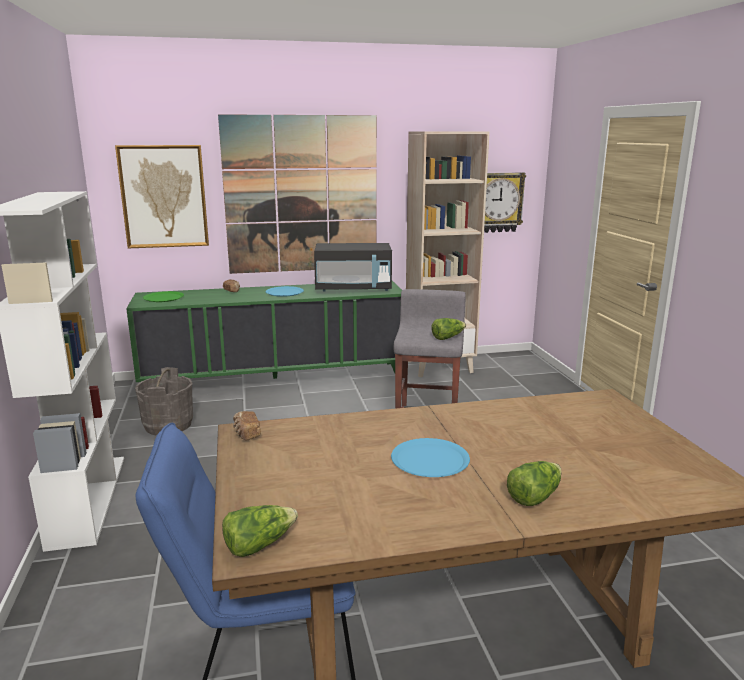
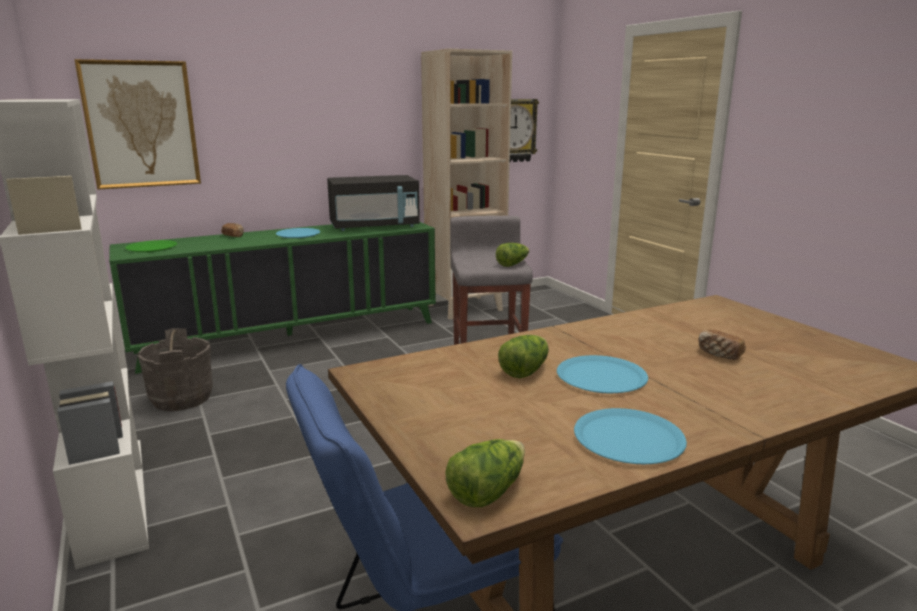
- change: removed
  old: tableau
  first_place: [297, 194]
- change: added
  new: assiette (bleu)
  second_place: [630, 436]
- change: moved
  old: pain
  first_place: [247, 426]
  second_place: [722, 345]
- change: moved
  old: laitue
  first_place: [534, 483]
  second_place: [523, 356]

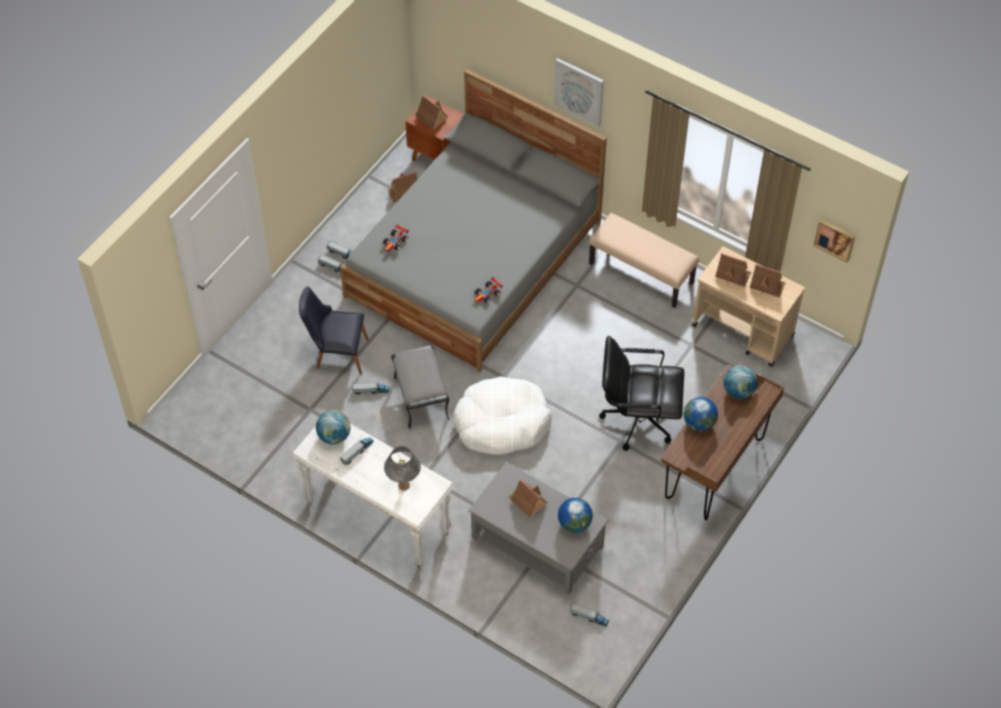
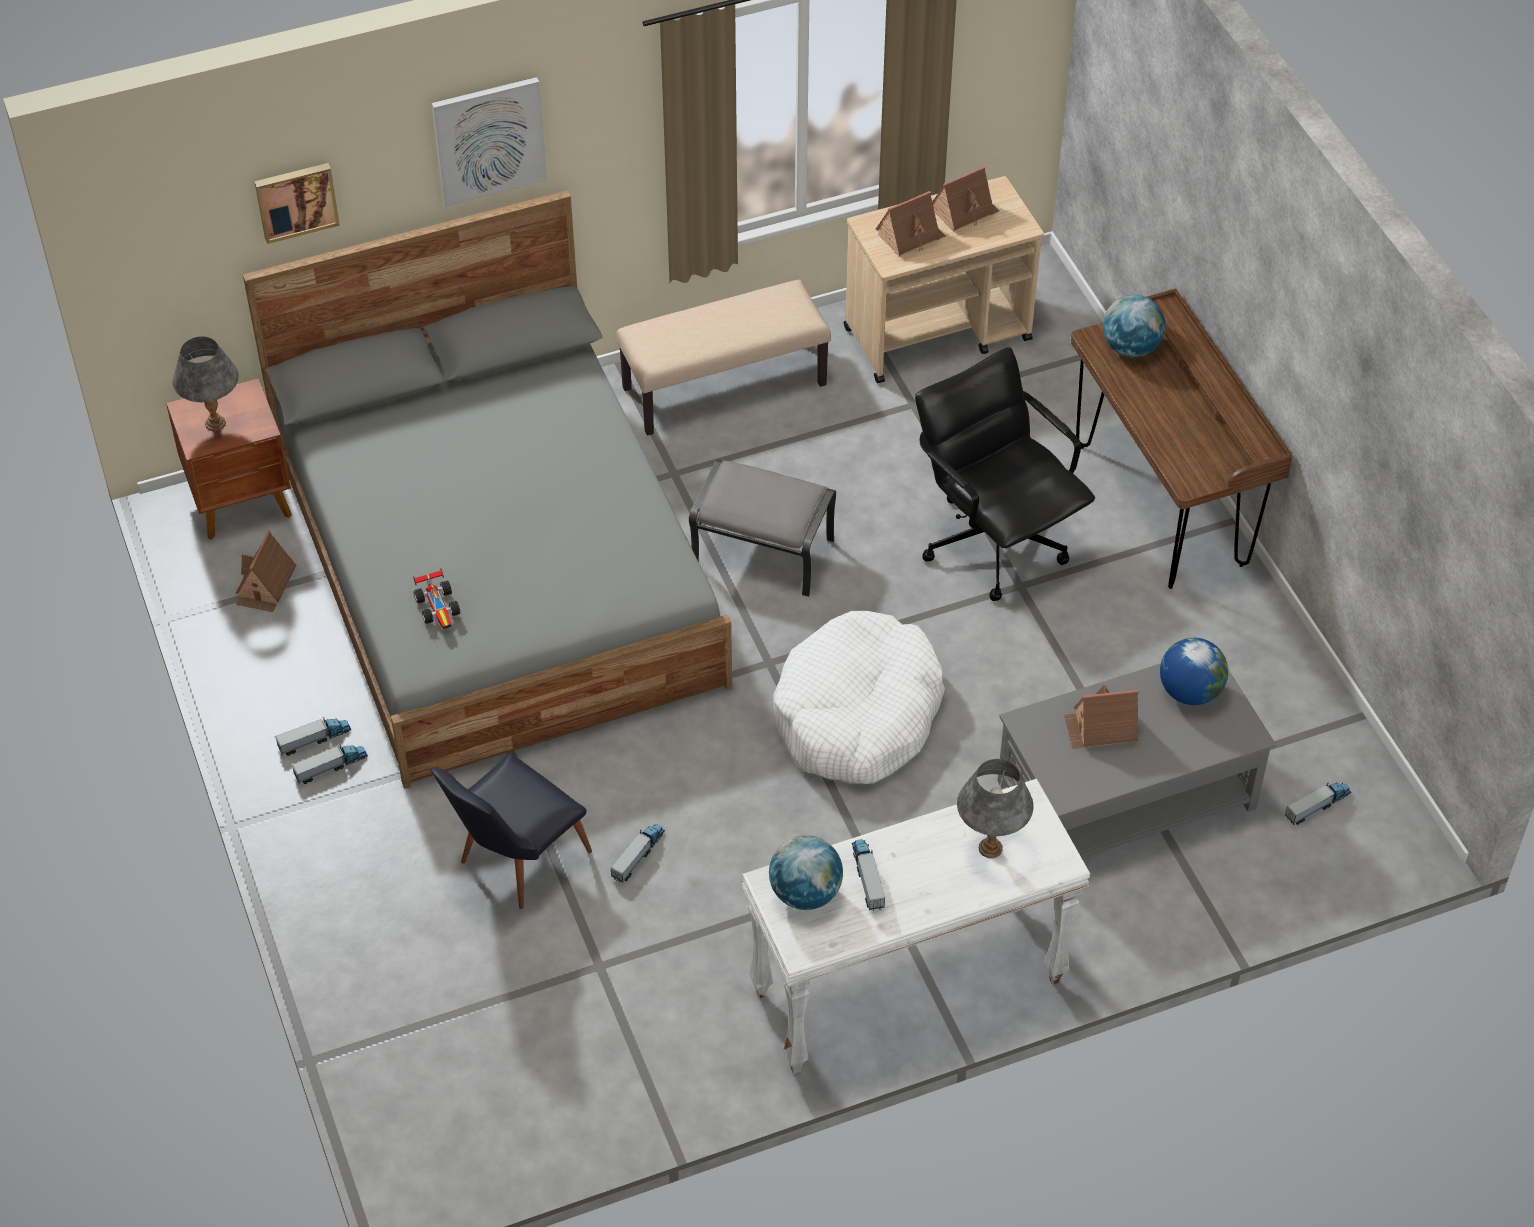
- change: removed
  old: petite voiture
  first_place: [488, 290]
- change: removed
  old: globe
  first_place: [701, 414]
- change: moved
  old: pouf (gris)
  first_place: [420, 387]
  second_place: [762, 528]
- change: moved
  old: tableau
  first_place: [834, 240]
  second_place: [297, 203]
- change: replaced
  old: maison miniature
  new: lampe de table (gris)
  first_place: [431, 112]
  second_place: [206, 383]
- change: turned
  old: chaise de bureau (noir)
  first_place: [641, 393]
  second_place: [1005, 474]
  degrees: 105

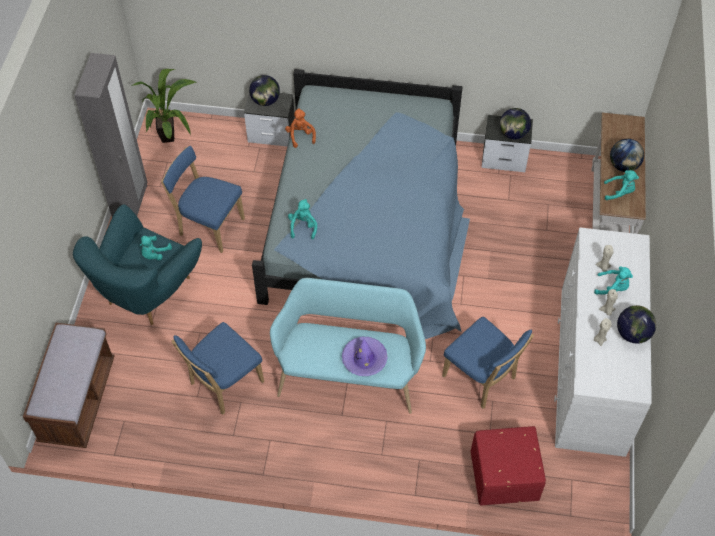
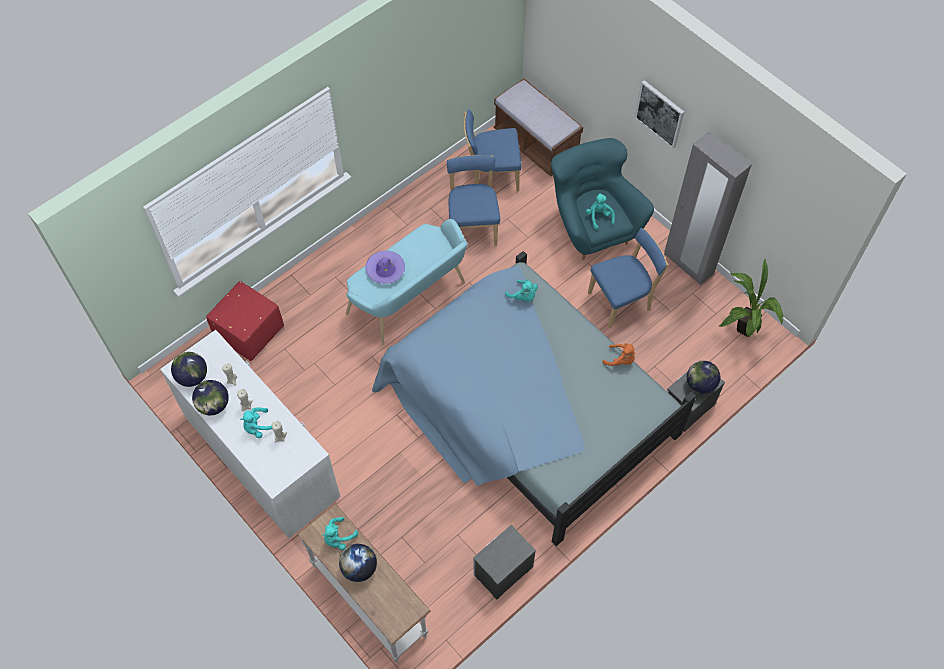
- change: added
  new: tableau
  second_place: [659, 114]
- change: moved
  old: chaise (bleu)
  first_place: [488, 363]
  second_place: [493, 150]
- change: moved
  old: globe
  first_place: [515, 123]
  second_place: [189, 369]

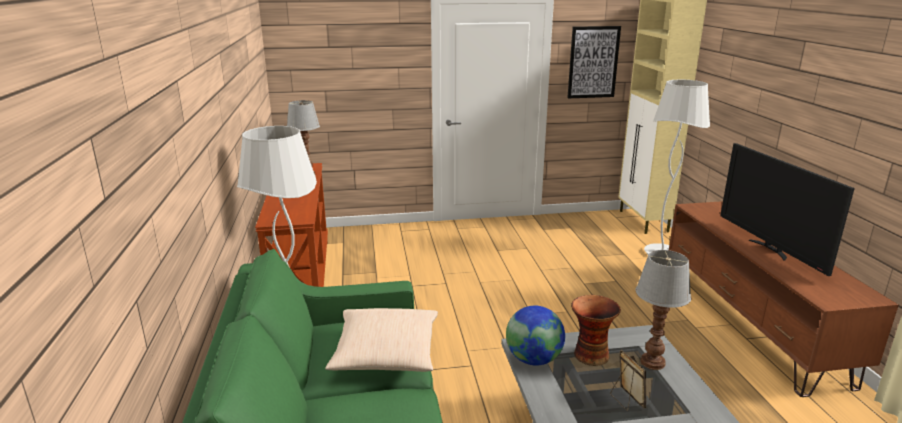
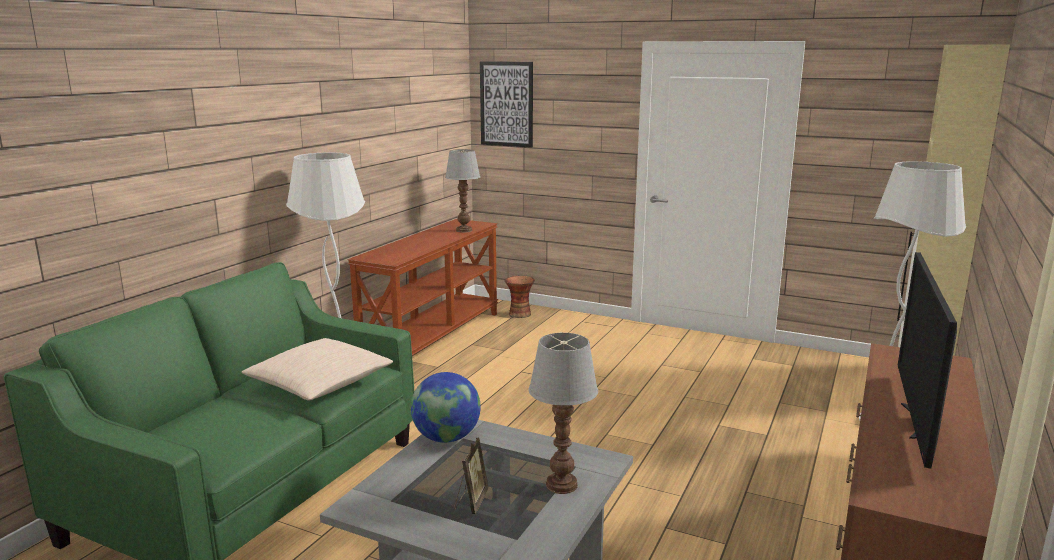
- change: moved
  old: tableau
  first_place: [594, 62]
  second_place: [506, 104]
- change: moved
  old: vase
  first_place: [596, 330]
  second_place: [519, 297]

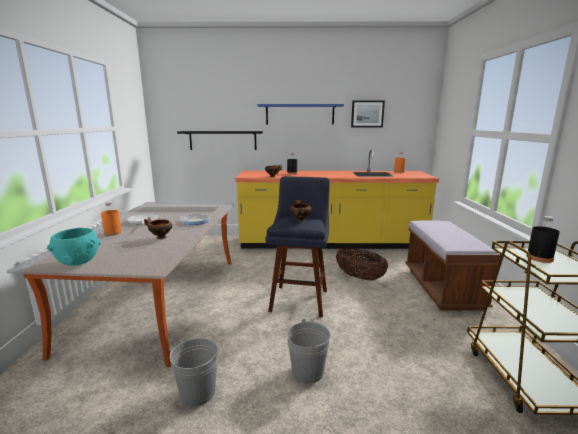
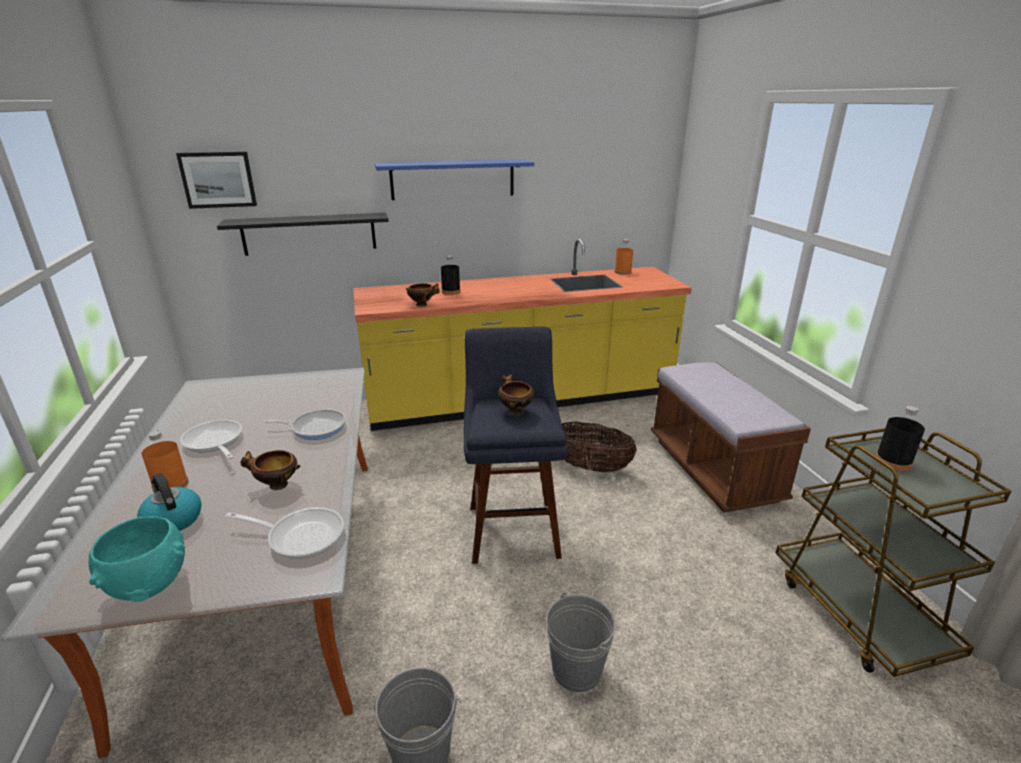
- change: added
  new: bouilloire
  second_place: [169, 502]
- change: added
  new: poêle
  second_place: [284, 533]
- change: moved
  old: tableau
  first_place: [368, 113]
  second_place: [216, 180]

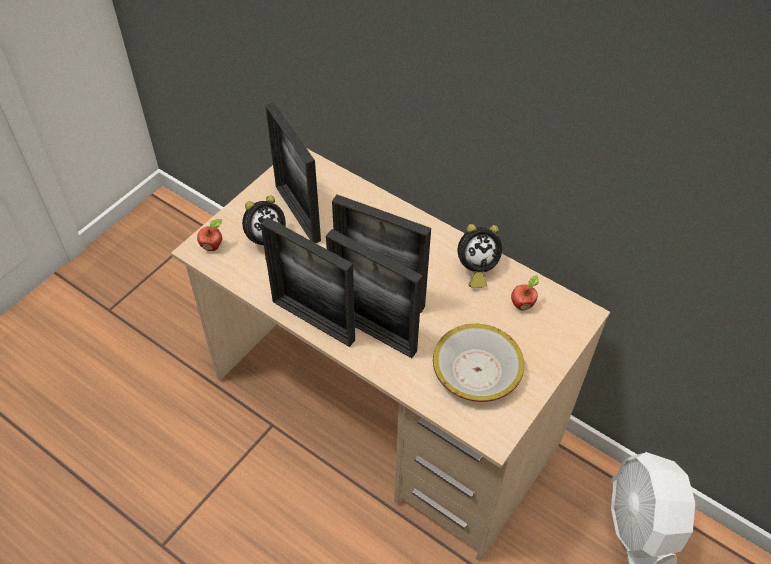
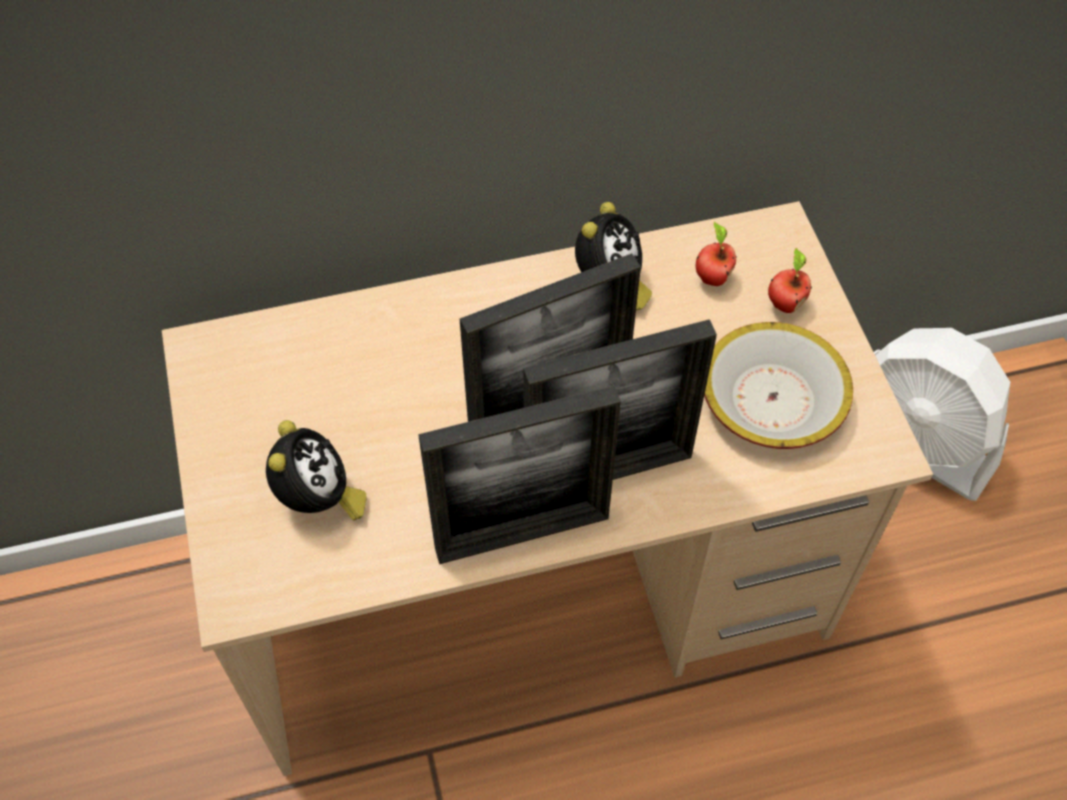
- change: removed
  old: cadre photo
  first_place: [293, 172]
- change: moved
  old: pomme
  first_place: [209, 235]
  second_place: [790, 280]

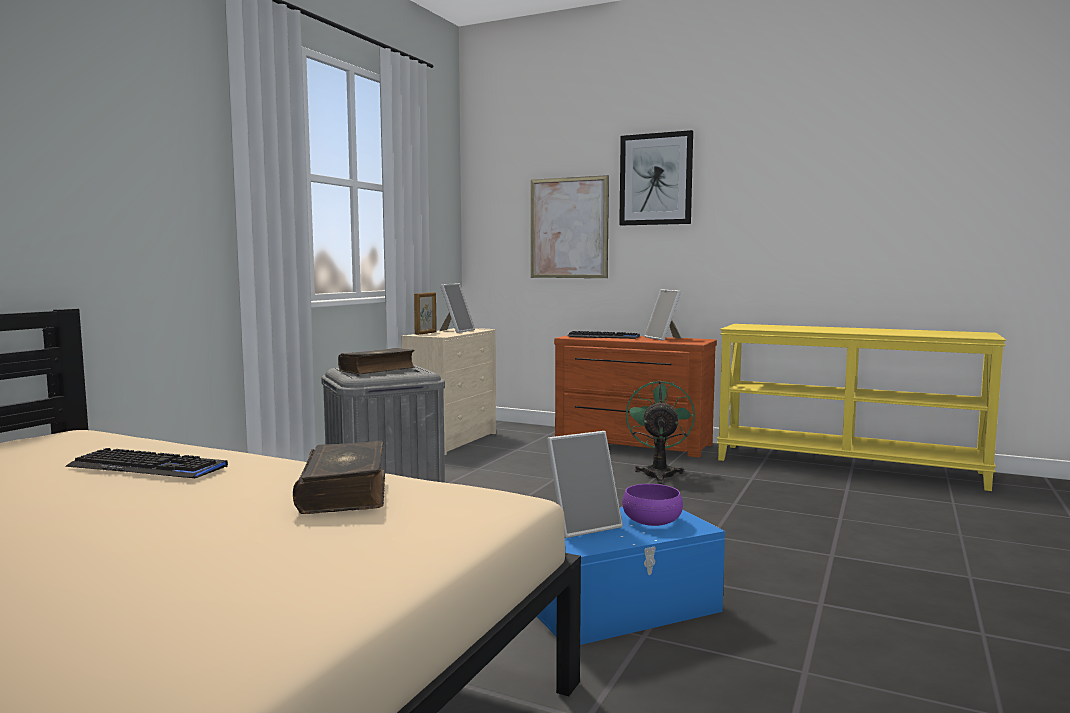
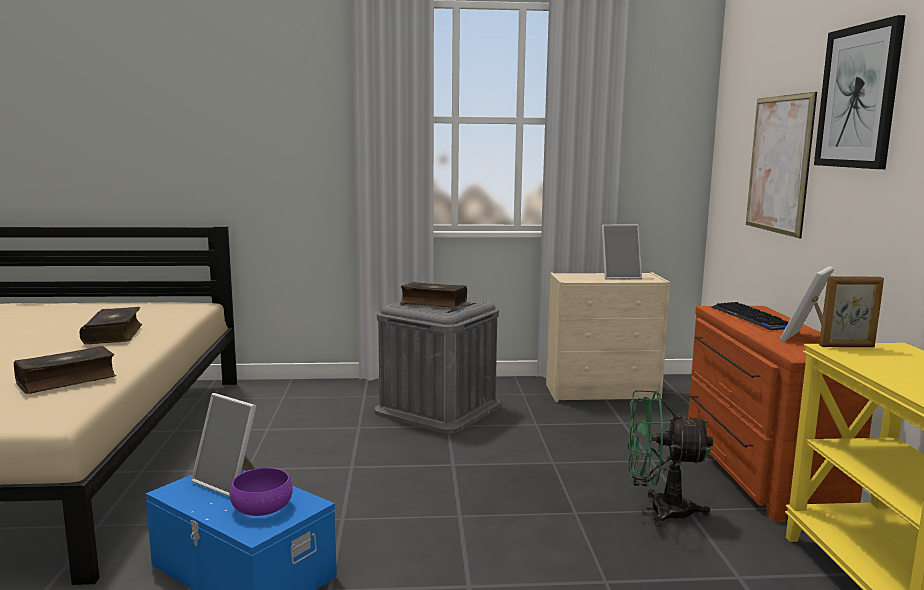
- change: moved
  old: cadre photo
  first_place: [425, 313]
  second_place: [851, 311]
- change: replaced
  old: clavier
  new: livre
  first_place: [146, 463]
  second_place: [110, 325]
- change: turned
  old: ventilateur (vert)
  first_place: [660, 432]
  second_place: [670, 458]
  degrees: -150

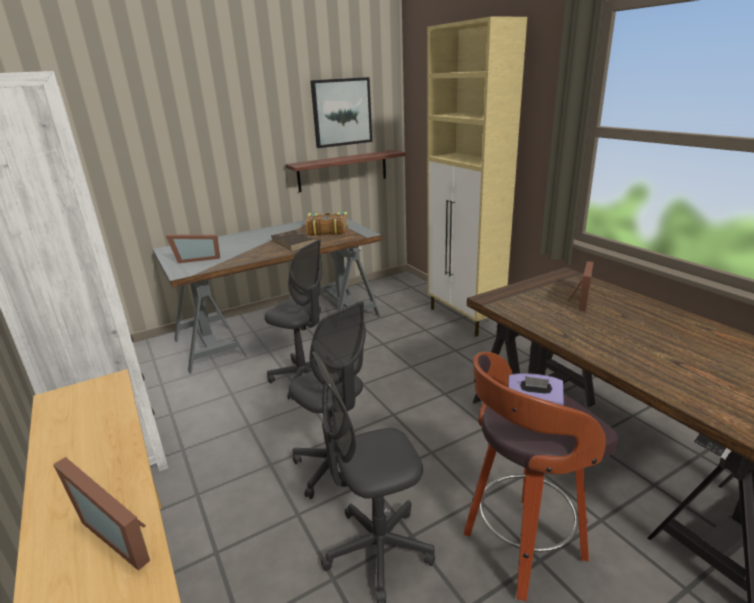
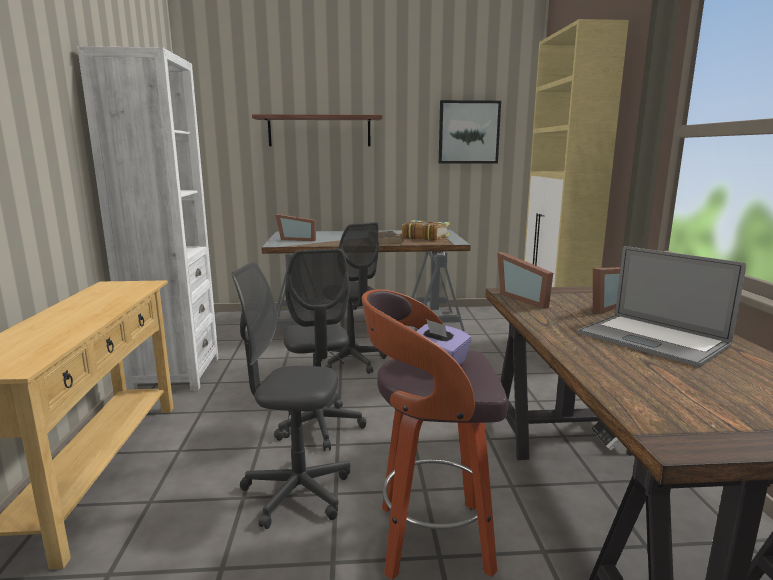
- change: added
  new: ordinateur portable
  second_place: [662, 306]
- change: moved
  old: cadre photo
  first_place: [101, 514]
  second_place: [525, 280]
- change: moved
  old: étagère
  first_place: [345, 171]
  second_place: [317, 130]

